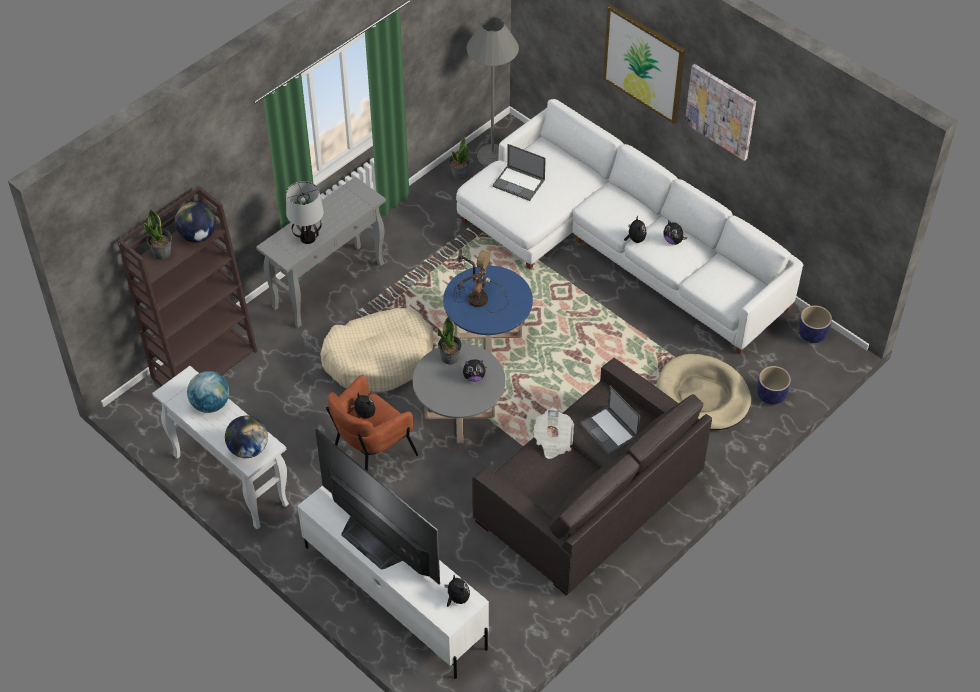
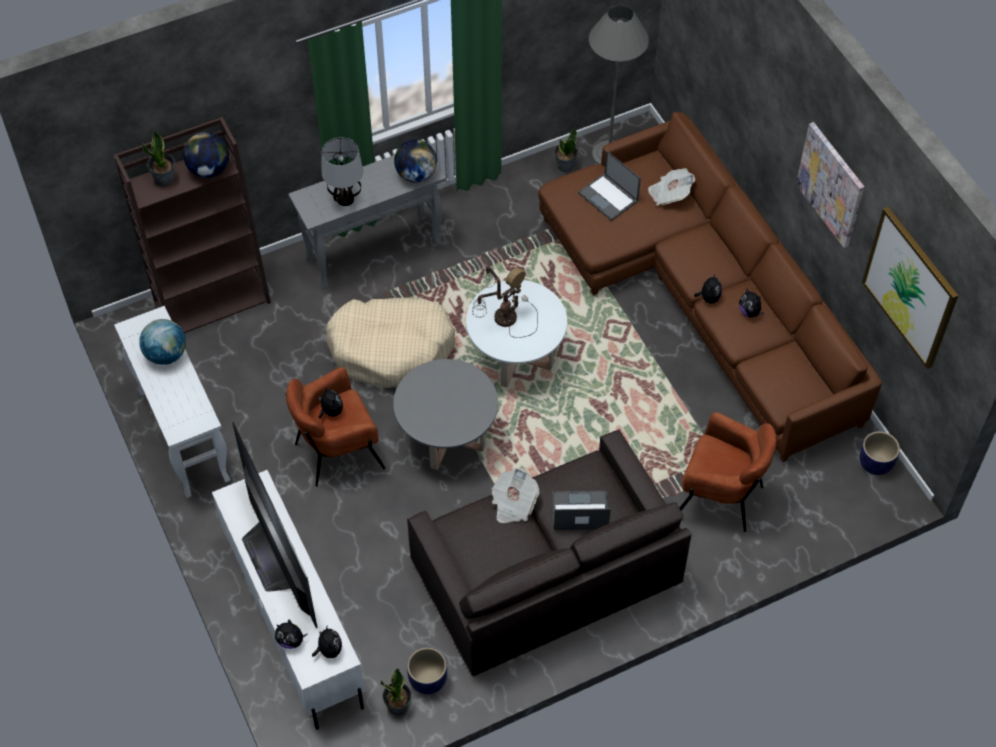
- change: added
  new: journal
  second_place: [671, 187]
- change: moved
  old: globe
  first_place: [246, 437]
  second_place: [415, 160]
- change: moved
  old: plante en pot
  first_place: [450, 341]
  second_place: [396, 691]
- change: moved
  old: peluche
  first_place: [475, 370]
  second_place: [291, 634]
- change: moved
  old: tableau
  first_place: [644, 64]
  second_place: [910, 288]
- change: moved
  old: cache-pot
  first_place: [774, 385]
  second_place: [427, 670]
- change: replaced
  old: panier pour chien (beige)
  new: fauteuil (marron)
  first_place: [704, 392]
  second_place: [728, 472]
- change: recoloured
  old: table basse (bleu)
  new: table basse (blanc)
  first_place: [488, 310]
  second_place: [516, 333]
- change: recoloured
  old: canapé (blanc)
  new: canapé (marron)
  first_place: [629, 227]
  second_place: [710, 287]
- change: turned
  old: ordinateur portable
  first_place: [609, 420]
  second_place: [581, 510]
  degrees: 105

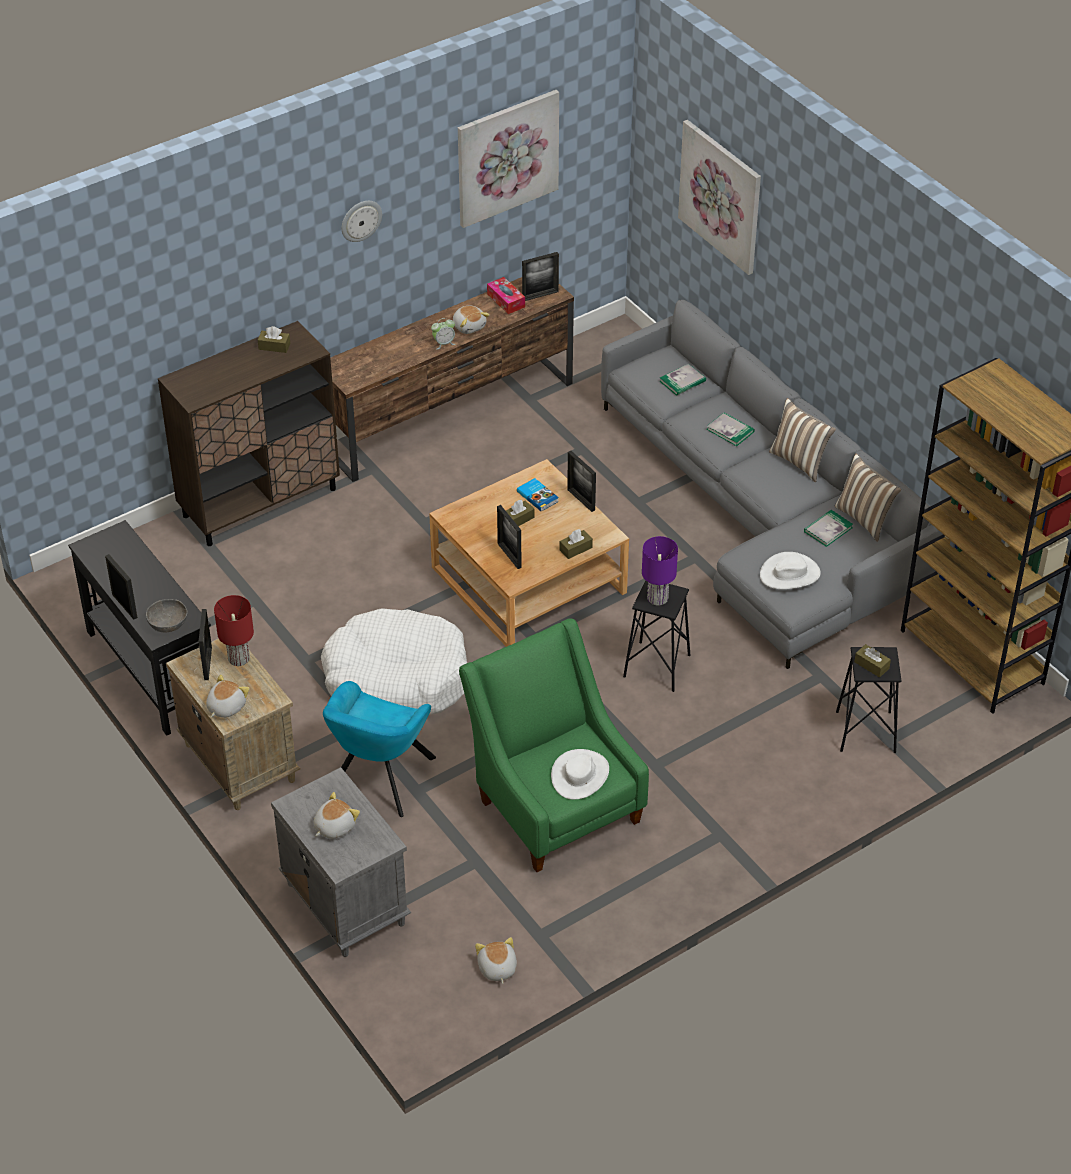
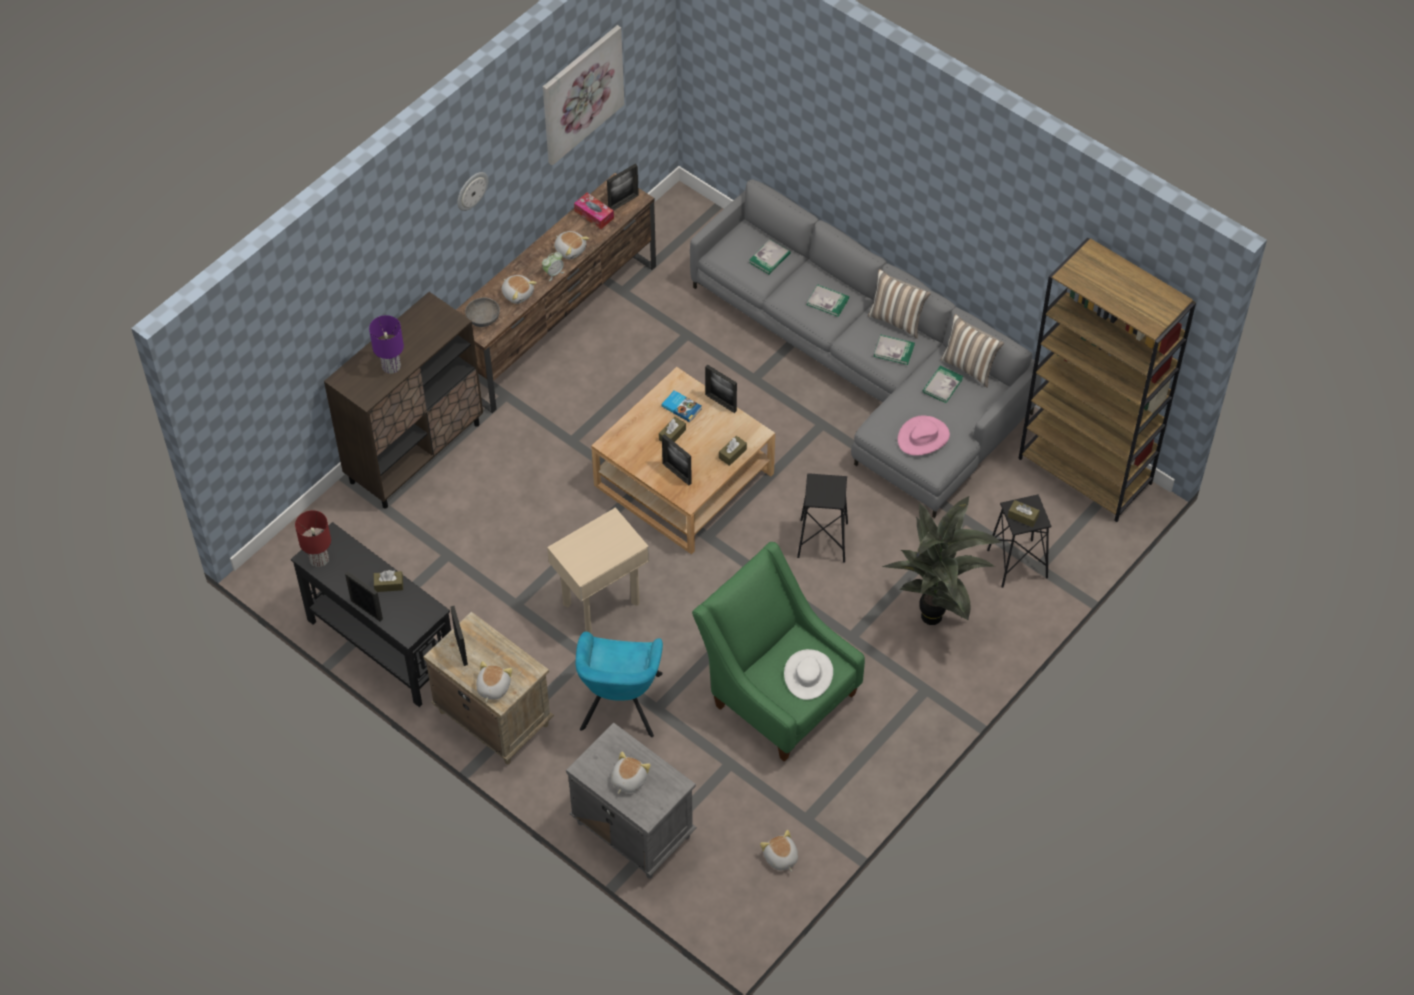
- change: removed
  old: tableau
  first_place: [719, 197]
- change: added
  new: peluche
  second_place: [519, 289]
- change: added
  new: livre
  second_place: [894, 350]
- change: added
  new: plante en pot
  second_place: [942, 560]
- change: moved
  old: bol (gris)
  first_place: [167, 615]
  second_place: [482, 312]
- change: moved
  old: lampe de table (rouge)
  first_place: [234, 630]
  second_place: [313, 538]
- change: moved
  old: boîte à mouchoirs (marron)
  first_place: [274, 339]
  second_place: [388, 581]
- change: moved
  old: lampe de table (violet)
  first_place: [660, 570]
  second_place: [386, 344]
- change: replaced
  old: panier pour chien (blanc)
  new: table d'appoint (beige)
  first_place: [394, 661]
  second_place: [598, 570]
- change: recoloured
  old: chapeau (blanc)
  new: chapeau (rose)
  first_place: [790, 570]
  second_place: [924, 435]

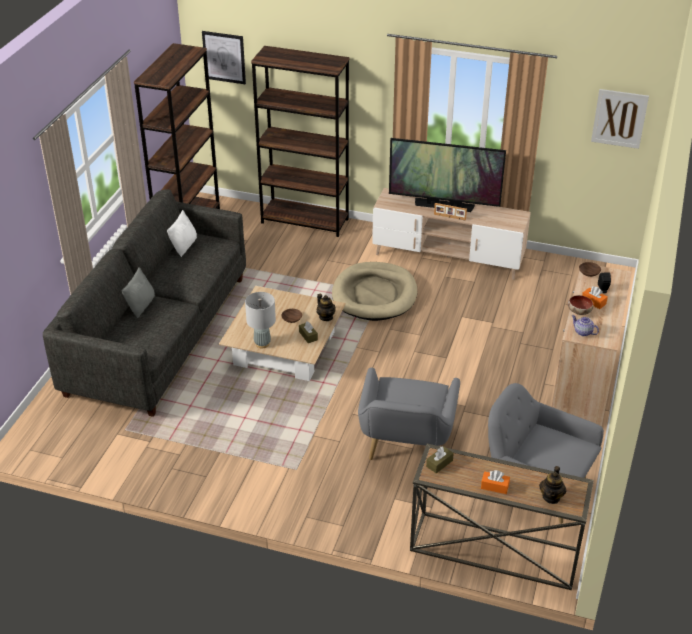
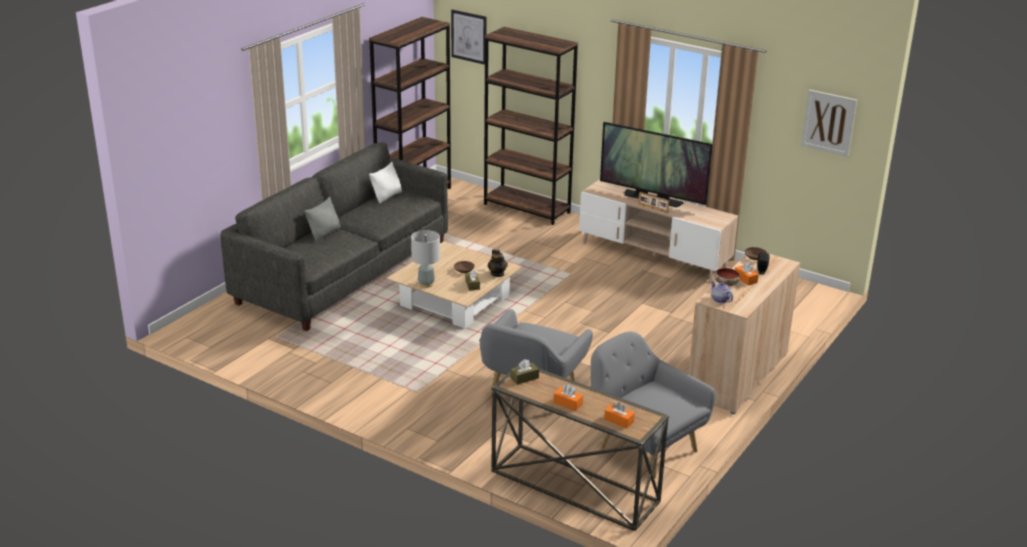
- change: removed
  old: panier pour chien (beige)
  first_place: [374, 291]
- change: replaced
  old: théière
  new: boîte à mouchoirs (orange)
  first_place: [552, 485]
  second_place: [619, 415]

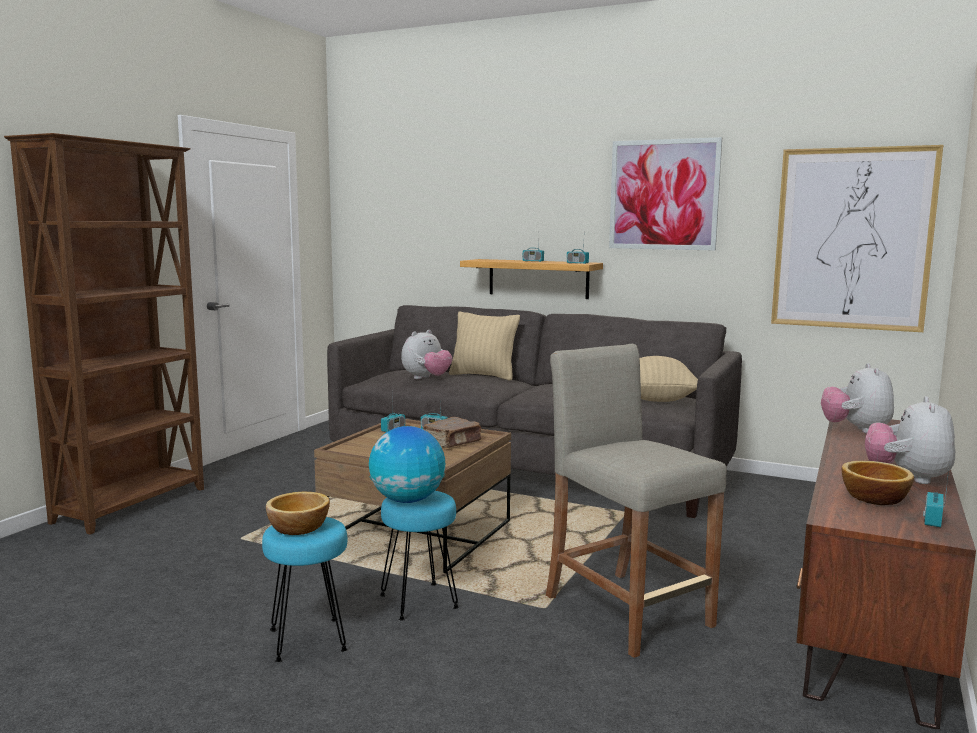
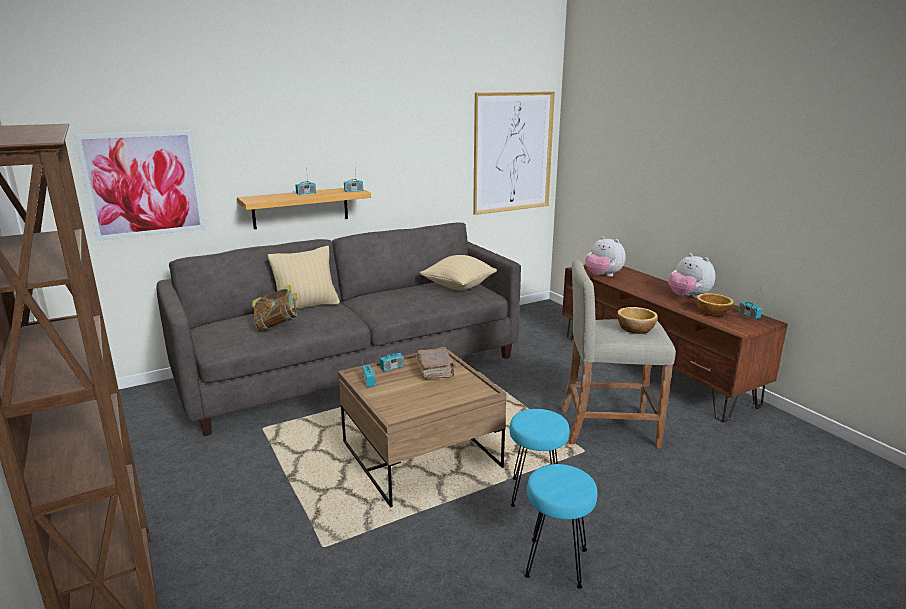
- change: removed
  old: globe
  first_place: [407, 464]
- change: moved
  old: bol
  first_place: [298, 513]
  second_place: [637, 320]
- change: moved
  old: tableau
  first_place: [665, 194]
  second_place: [140, 185]
- change: replaced
  old: peluche
  new: livre
  first_place: [426, 354]
  second_place: [275, 308]

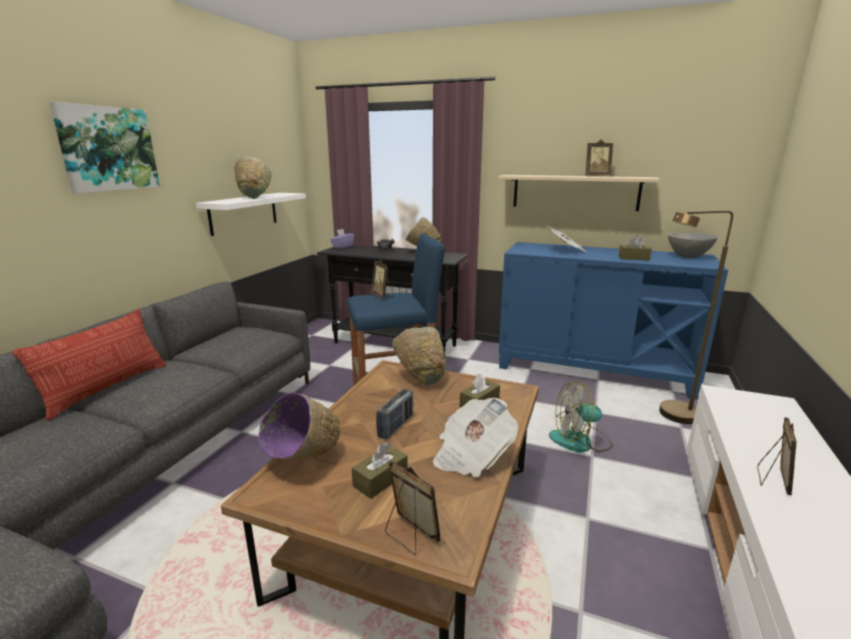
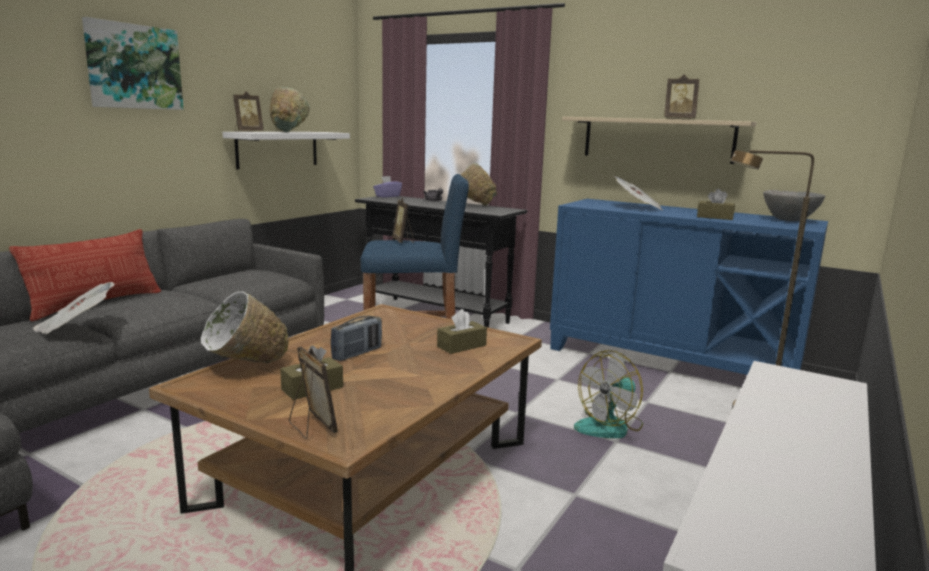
- change: removed
  old: bol (vert)
  first_place: [419, 356]
- change: moved
  old: journal
  first_place: [475, 437]
  second_place: [74, 308]
- change: moved
  old: cadre photo
  first_place: [777, 456]
  second_place: [248, 111]
- change: recoloured
  old: bol (violet)
  new: bol (blanc)
  first_place: [299, 426]
  second_place: [244, 327]
- change: turned
  old: ventilateur
  first_place: [581, 416]
  second_place: [608, 394]
  degrees: -45

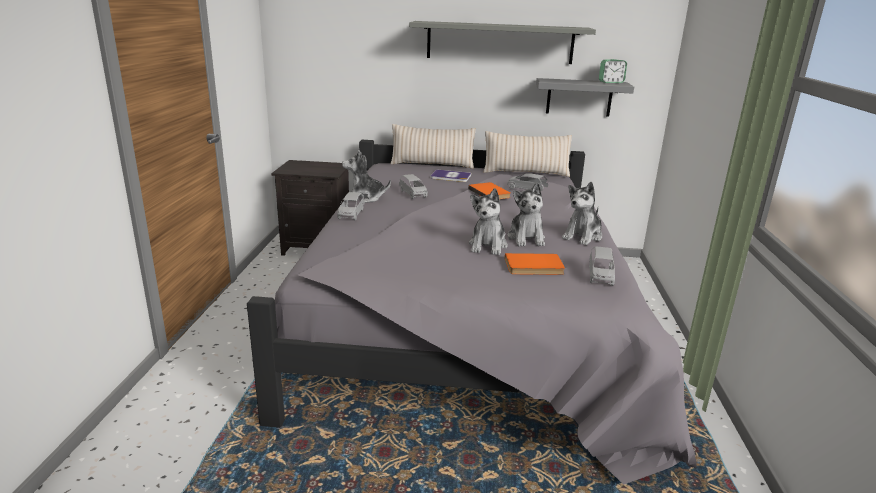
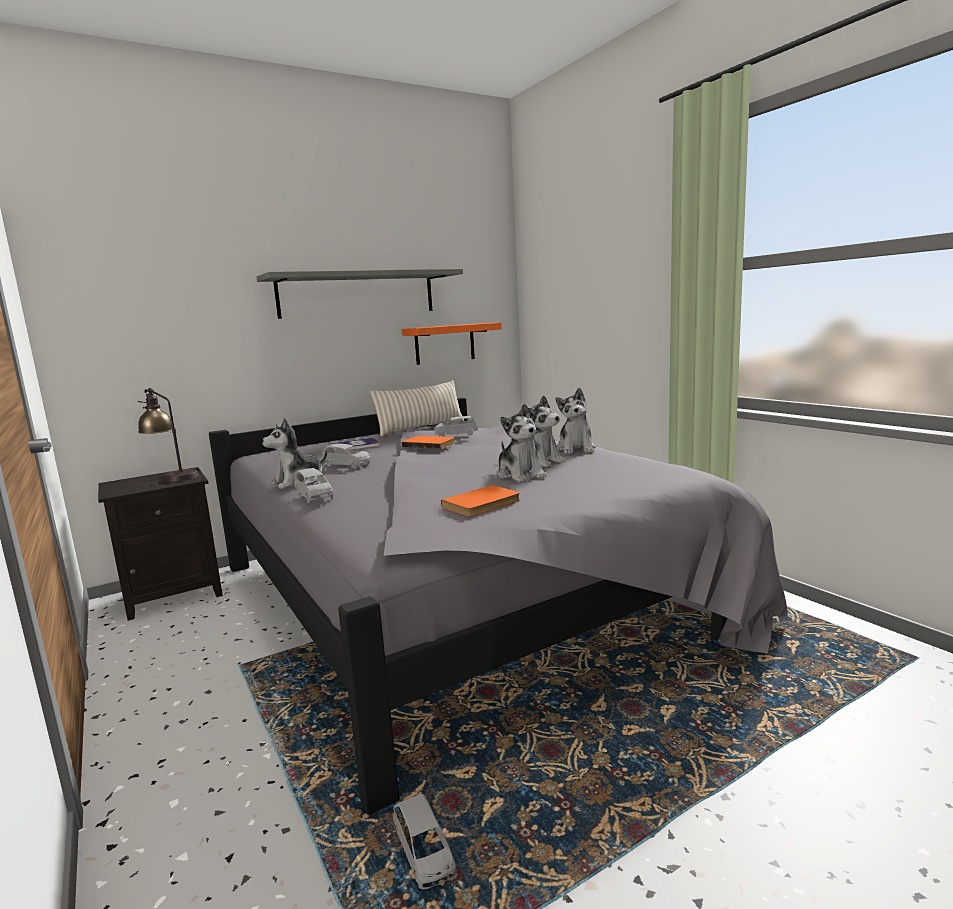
- change: removed
  old: coussin (beige)
  first_place: [433, 146]
- change: removed
  old: réveil
  first_place: [613, 71]
- change: added
  new: lampe de table
  second_place: [168, 435]
- change: moved
  old: livre (orange)
  first_place: [535, 264]
  second_place: [480, 501]
- change: moved
  old: petite voiture (gris)
  first_place: [602, 266]
  second_place: [425, 841]
- change: recoloured
  old: étagère (gris)
  new: étagère (orange)
  first_place: [585, 97]
  second_place: [452, 344]

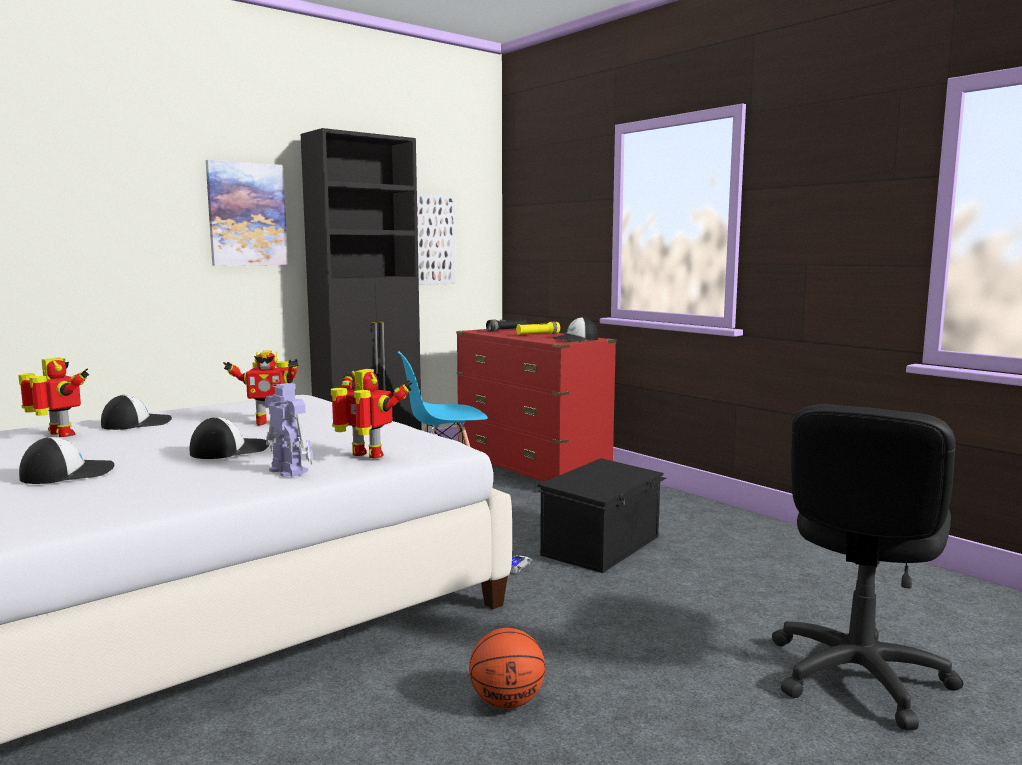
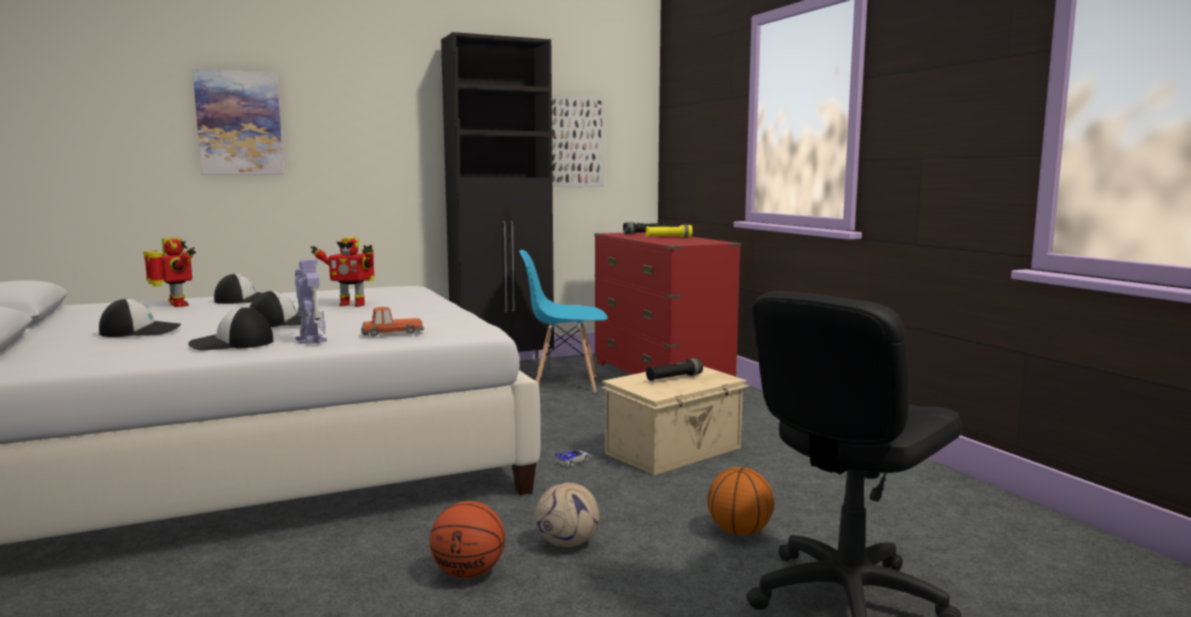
- change: added
  new: ballon de foot
  second_place: [567, 514]
- change: added
  new: lampe de poche (noir)
  second_place: [674, 369]
- change: added
  new: ballon de basket
  second_place: [740, 501]
- change: moved
  old: tableau
  first_place: [247, 213]
  second_place: [238, 122]
- change: moved
  old: casquette
  first_place: [575, 329]
  second_place: [230, 328]
- change: replaced
  old: robot jouet
  new: petite voiture
  first_place: [371, 414]
  second_place: [392, 322]
- change: recoloured
  old: boîte de rangement (noir)
  new: boîte de rangement (beige)
  first_place: [602, 515]
  second_place: [675, 420]

